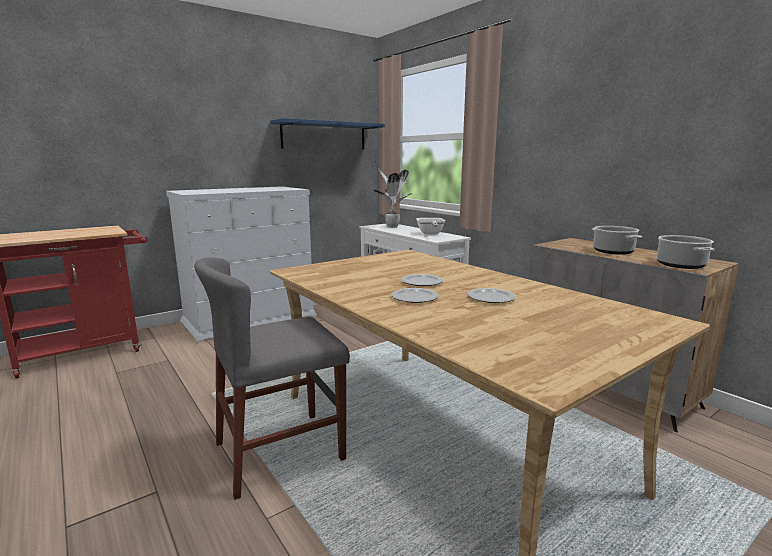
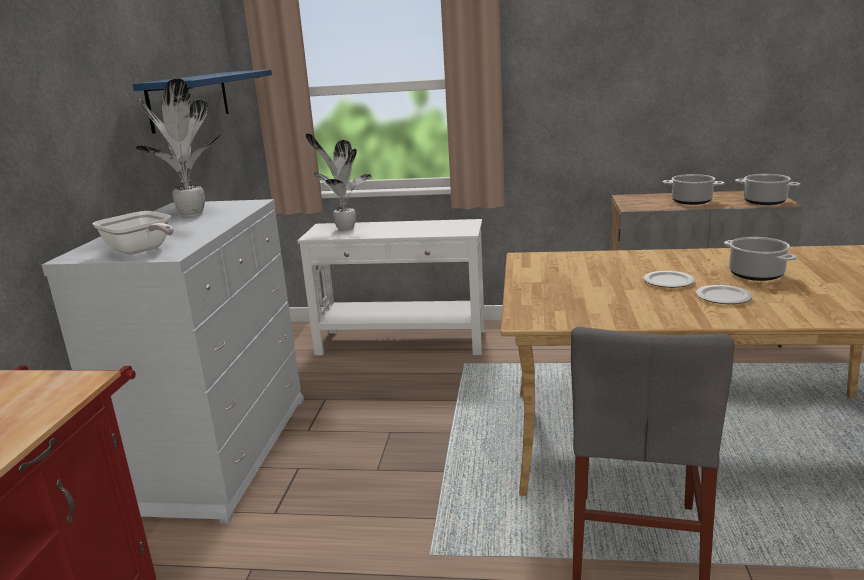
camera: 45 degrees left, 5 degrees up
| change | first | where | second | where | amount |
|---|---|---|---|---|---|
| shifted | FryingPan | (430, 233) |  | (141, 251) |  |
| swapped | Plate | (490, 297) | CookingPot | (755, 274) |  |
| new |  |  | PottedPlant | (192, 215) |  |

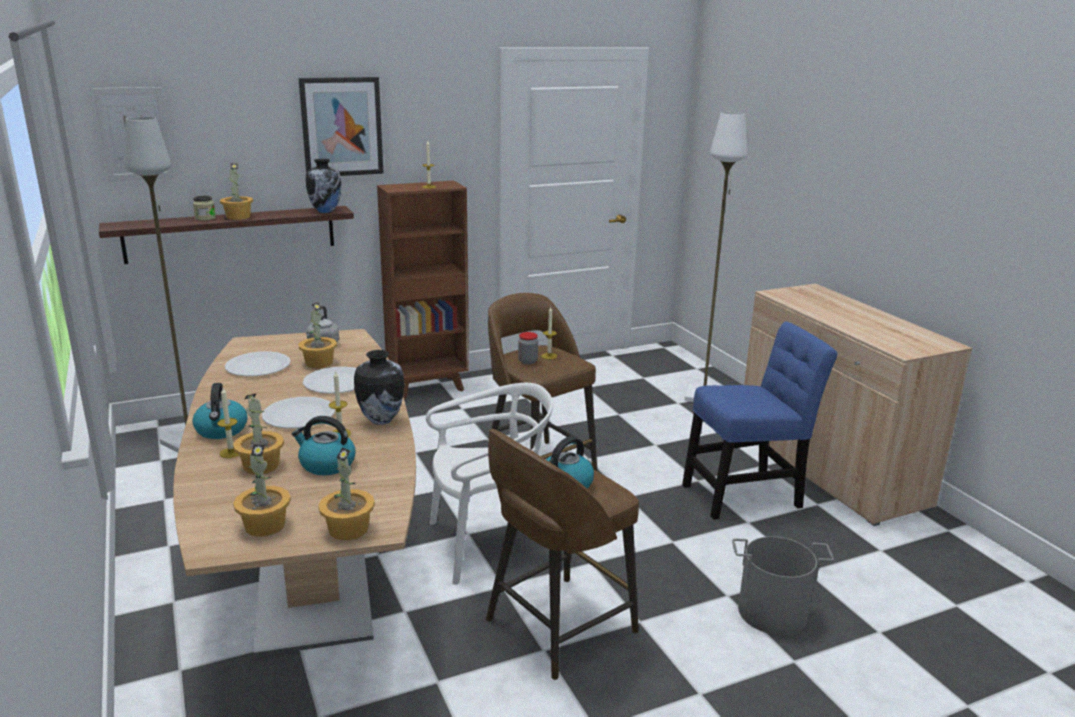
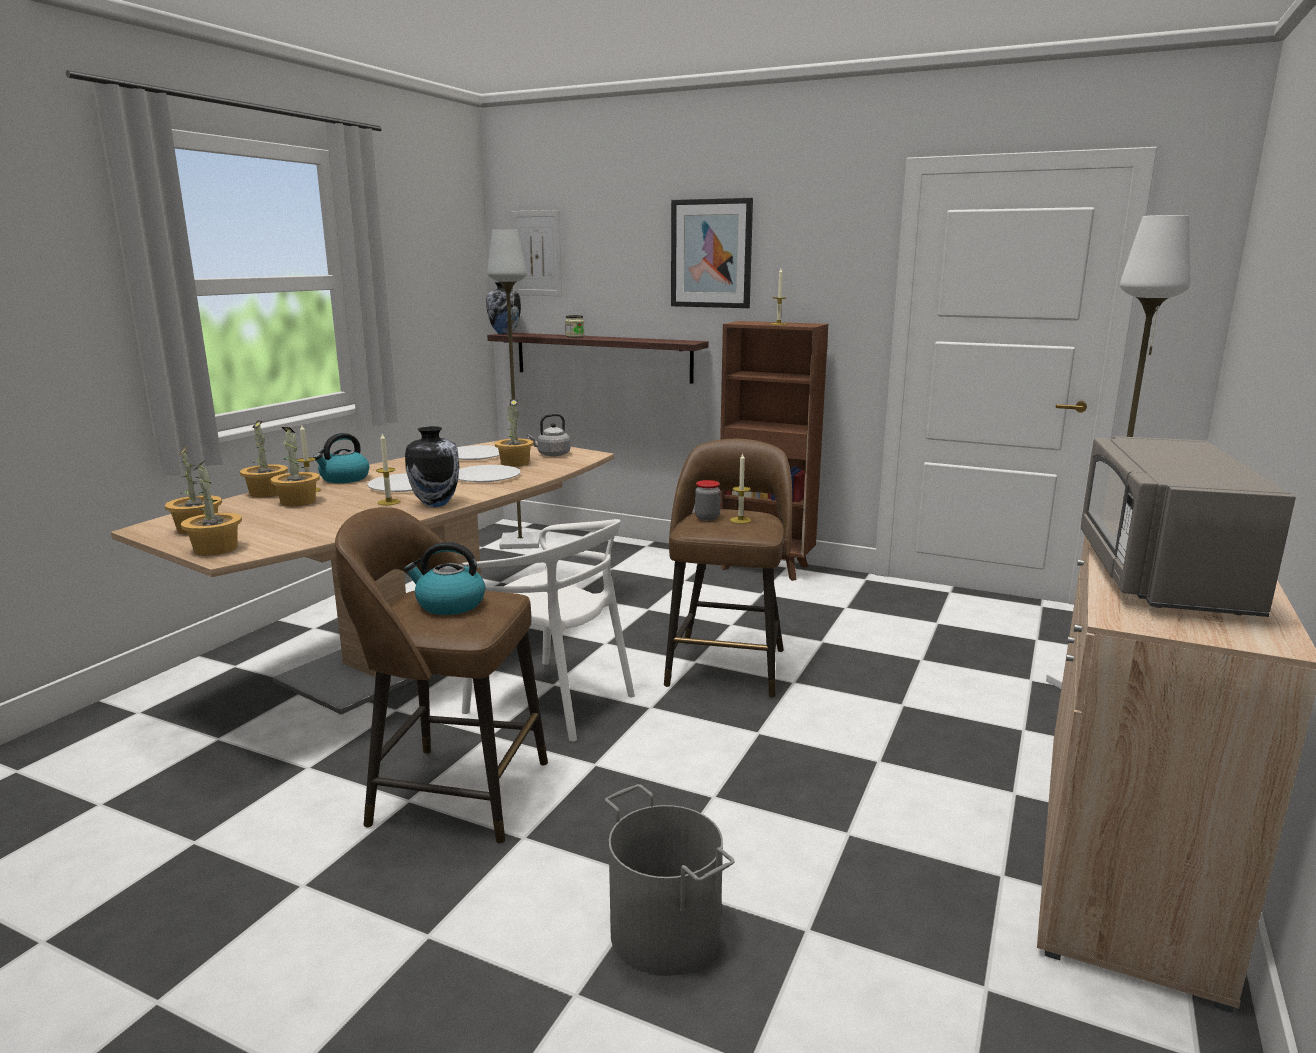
camera: 50 degrees right, 5 degrees down
| change | first | where | second | where | amount |
|---|---|---|---|---|---|
| shifted | Vase | (326, 211) |  | (505, 333) |  |
| shifted | PottedPlant | (238, 217) |  | (267, 493) |  |
| gone | BlueChair | (746, 494) |  |  |  |
| gone | Kettle | (326, 464) |  |  |  |
| new |  |  | GreyMicrowave | (1160, 575) |  |

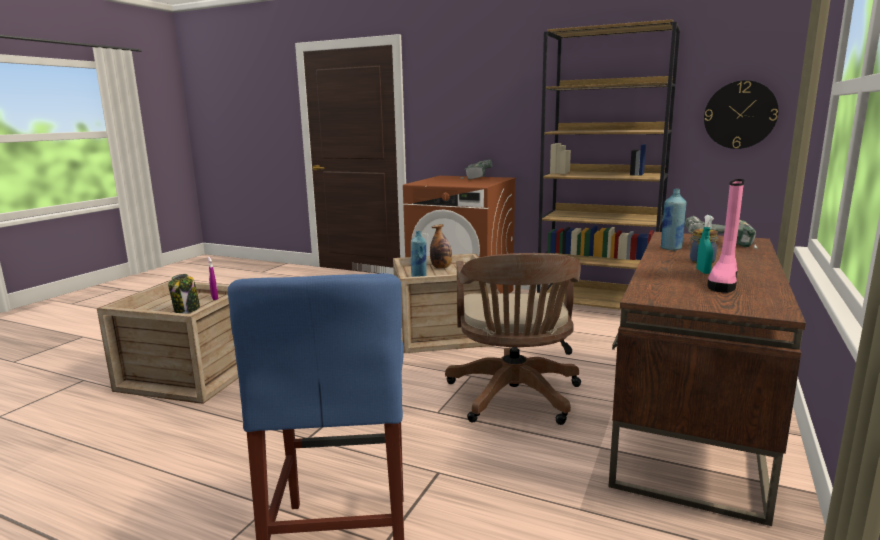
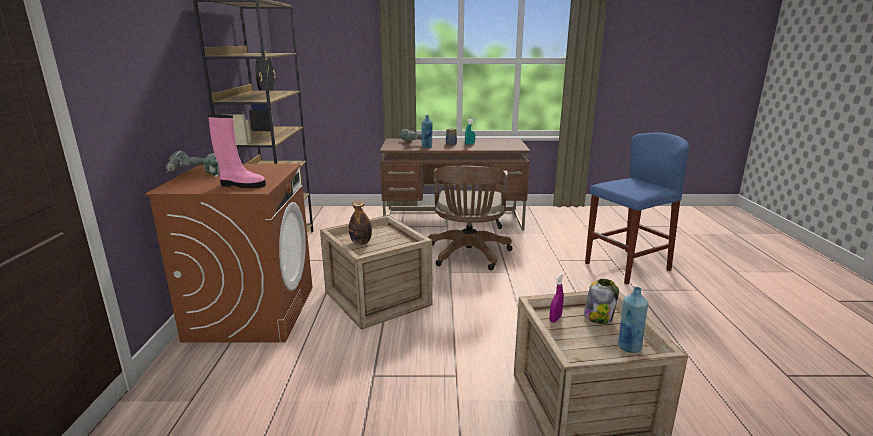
camera: 115 degrees left, 5 degrees up
| change | first | where | second | where | amount |
|---|---|---|---|---|---|
| shifted | PinkBoot | (723, 283) |  | (241, 185) |  |
| shifted | BlueBottle | (419, 276) |  | (629, 347) |  |
| rotated | BrownOfficeChair | (514, 398) |  | (468, 255) | 120 degrees clockwise |

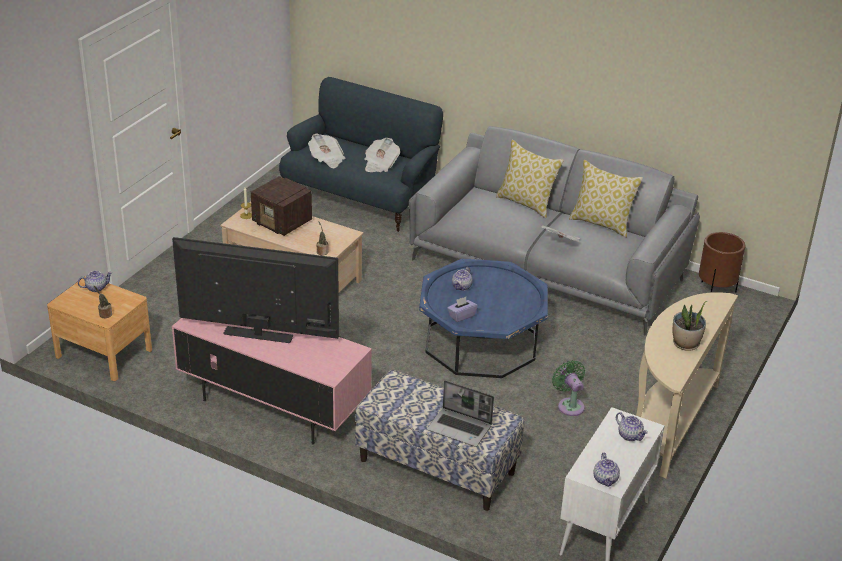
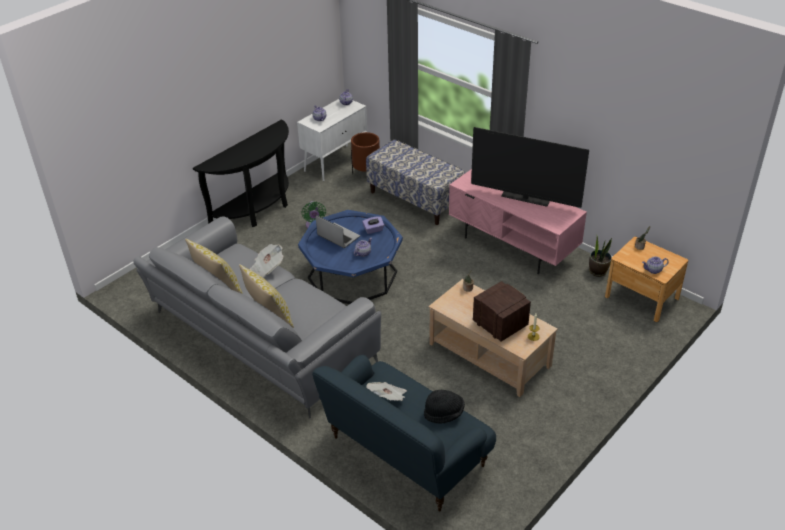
camera: 165 degrees left, 5 degrees up
| change | first | where | second | where | amount |
|---|---|---|---|---|---|
| swapped | Newspaper | (327, 159) | BlackHat | (444, 413) |  |
| shifted | BrownPlanter | (715, 292) |  | (366, 175) |  |
| repainted | BeigeConsoleTable | (670, 422) | BlackConsoleTable | (258, 209) |  |
| shifted | PottedPlant | (685, 344) |  | (598, 271) |  |
| shifted | Laptop | (460, 428) |  | (338, 236) |  |

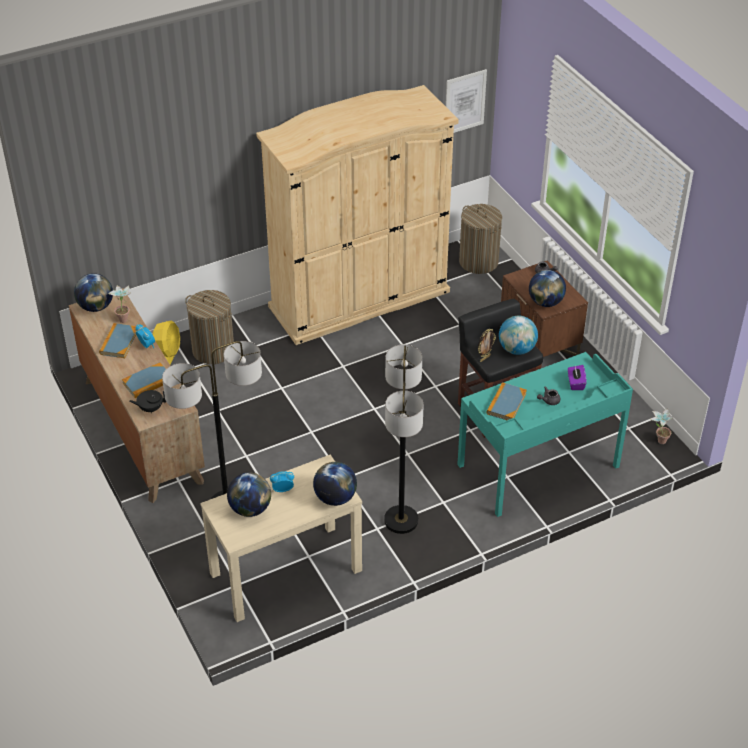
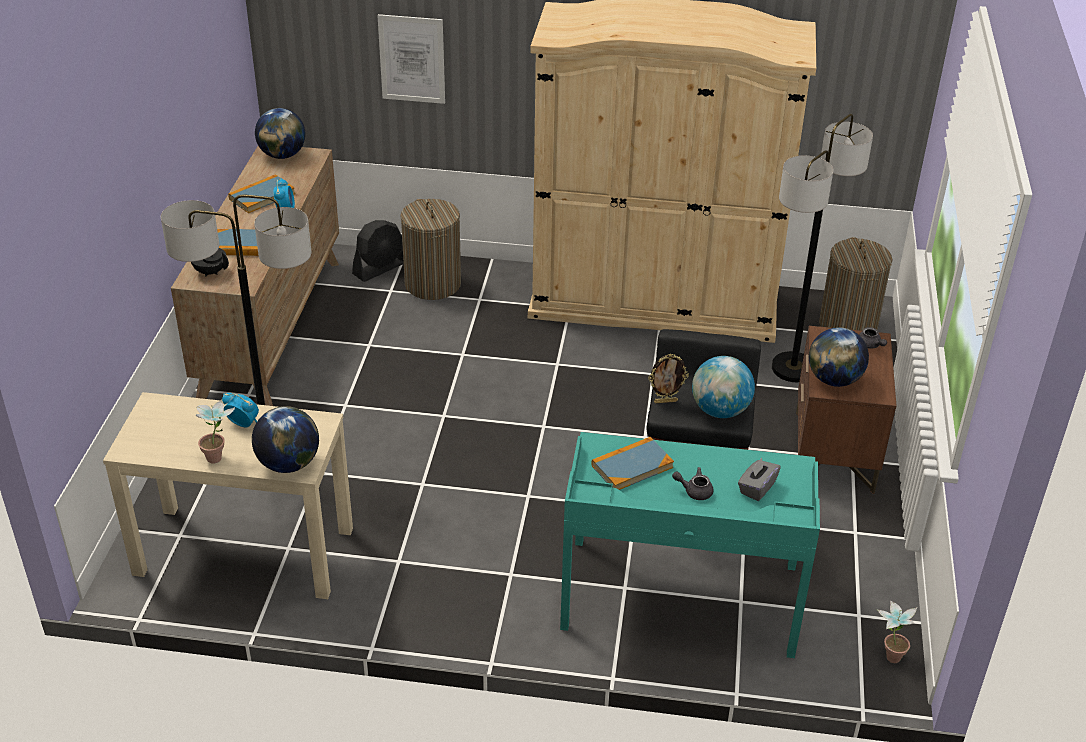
camera: 35 degrees right, 5 degrees down
| change | first | where | second | where | amount |
|---|---|---|---|---|---|
| shifted | Picture | (465, 102) |  | (412, 59) |  |
| shifted | PottedPlant | (124, 318) |  | (219, 456) |  |
| repainted | YellowFan | (167, 356) | BlackFan | (380, 268) |  |
| shifted | FloorLamp | (401, 520) |  | (793, 368) |  |
| repainted | PurpleTissueBox | (575, 383) | GreyTissueBox | (756, 488) |  |
| gone | Globe | (250, 509) |  |  |  |

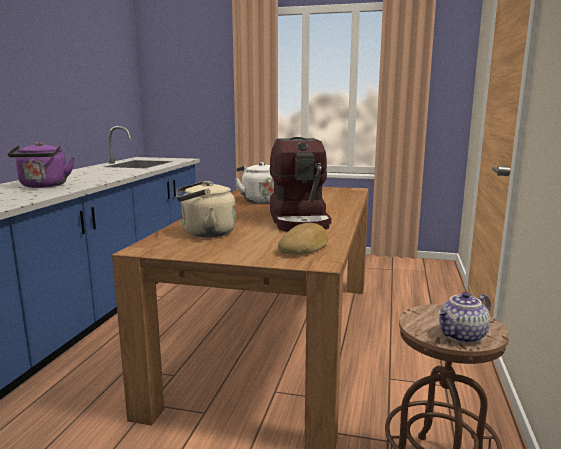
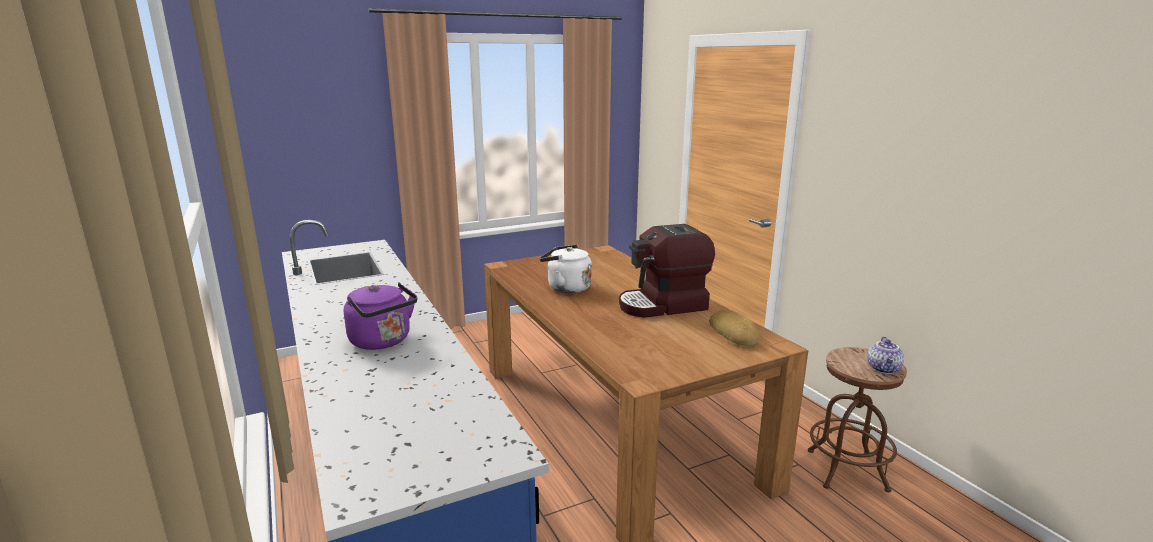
camera: 40 degrees left, 5 degrees up
| change | first | where | second | where | amount |
|---|---|---|---|---|---|
| rotated | CoffeeMachine | (300, 221) |  | (663, 305) | 120 degrees clockwise |
| gone | BeigeKettle | (205, 233) |  |  |  |

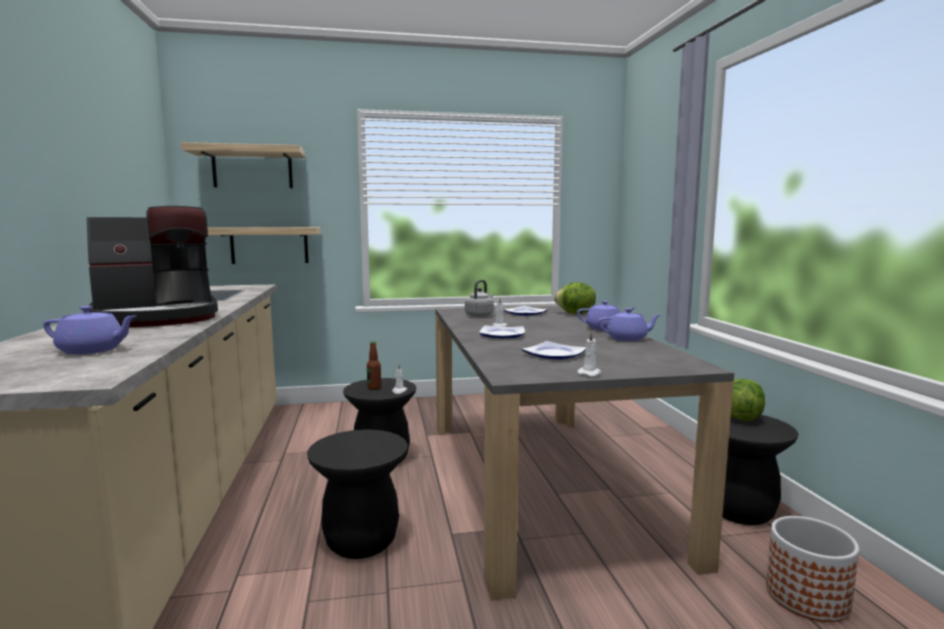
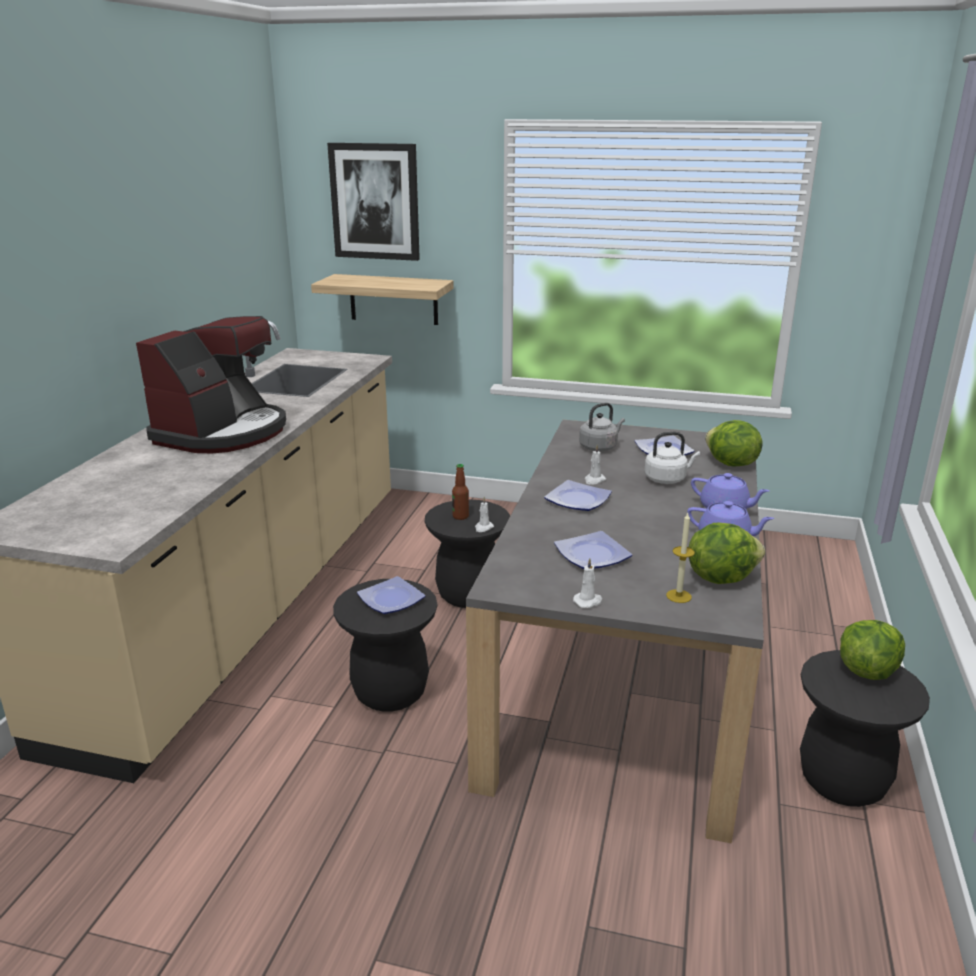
camera: 25 degrees right, 15 degrees up
| change | first | where | second | where | amount |
|---|---|---|---|---|---|
| swapped | Shelf | (252, 168) | Picture | (375, 201) |  |
| rotated | CoffeeMachine | (158, 318) |  | (223, 432) | 60 degrees counterclockwise |
| gone | PurpleTeapot | (93, 350) |  |  |  |
| gone | Planter | (807, 597) |  |  |  |
| new |  |  | WhiteKettle | (667, 479) |  |
| new |  |  | Candle | (678, 596) |  |
| new |  |  | Lettuce | (720, 577) |  |
| new |  |  | Plate | (392, 599) |  |

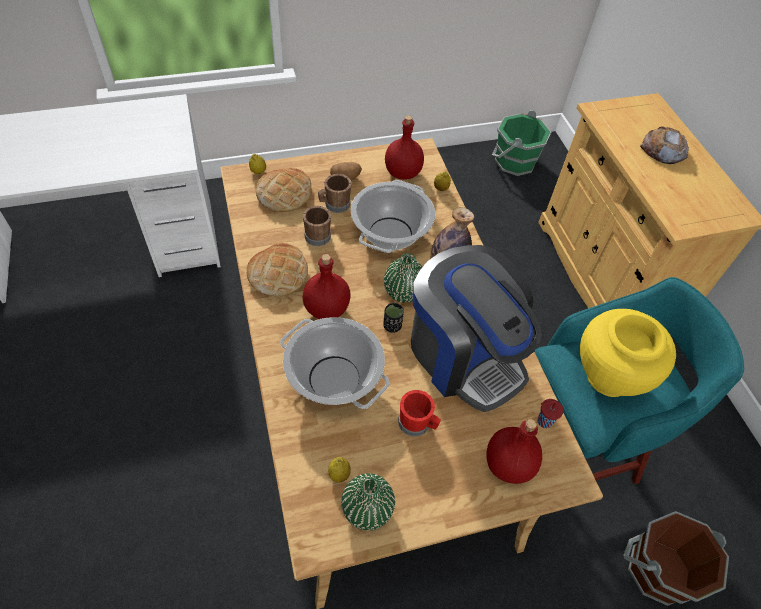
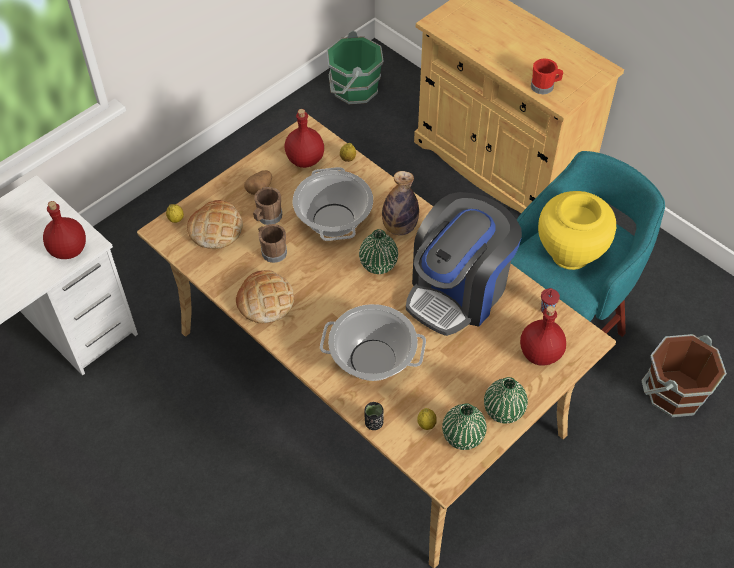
camera: 25 degrees left, 0 degrees up
| change | first | where | second | where | amount |
|---|---|---|---|---|---|
| gone | Bread | (663, 150) |  |  |  |
| rotated | CoffeeMachine | (464, 355) |  | (458, 290) | 105 degrees clockwise |
| shifted | RedBottle | (327, 309) |  | (69, 250) |  |
| shifted | BlackCup | (392, 326) |  | (374, 423) |  |
| shifted | RedMug | (417, 424) |  | (545, 86) |  |
| new |  |  | GreenVase | (503, 411) |  |

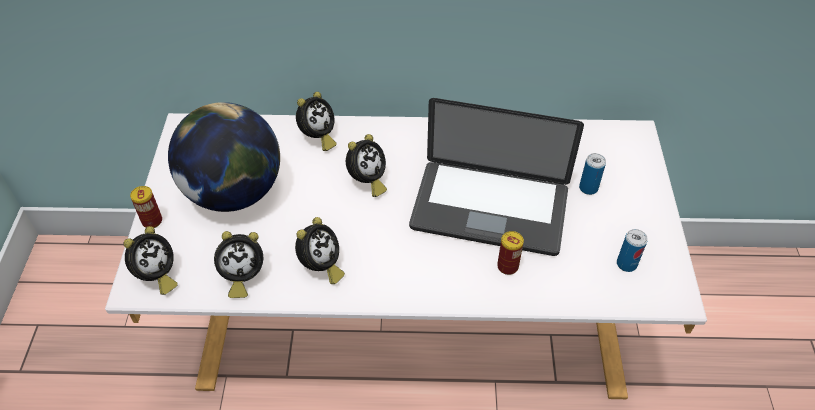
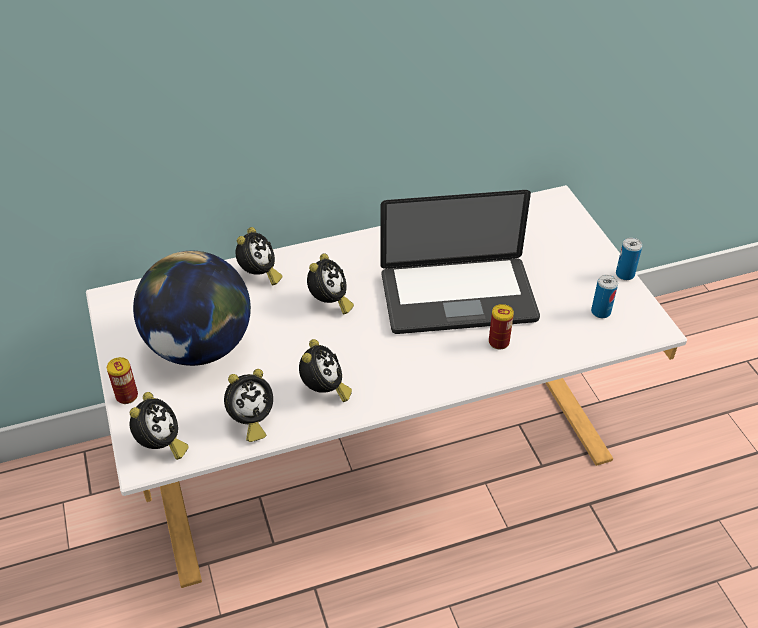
camera: 20 degrees left, 5 degrees down
| change | first | where | second | where | amount |
|---|---|---|---|---|---|
| shifted | Can | (588, 188) |  | (625, 274) |  |

